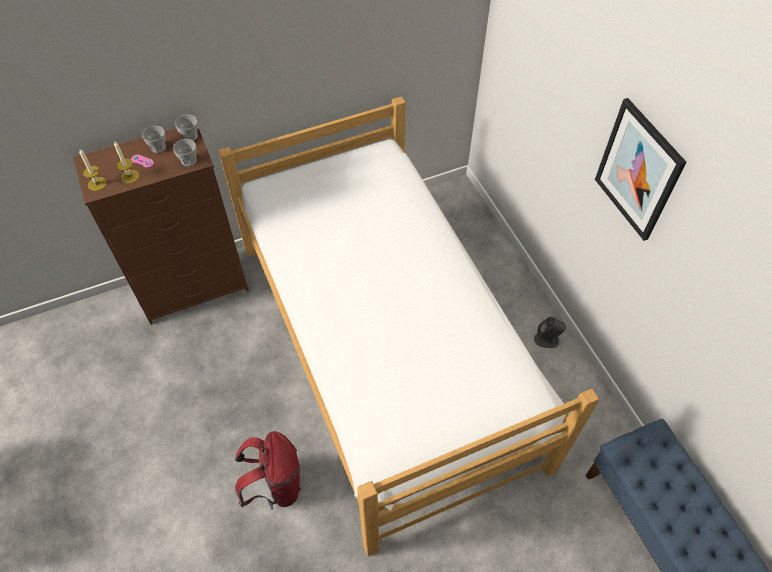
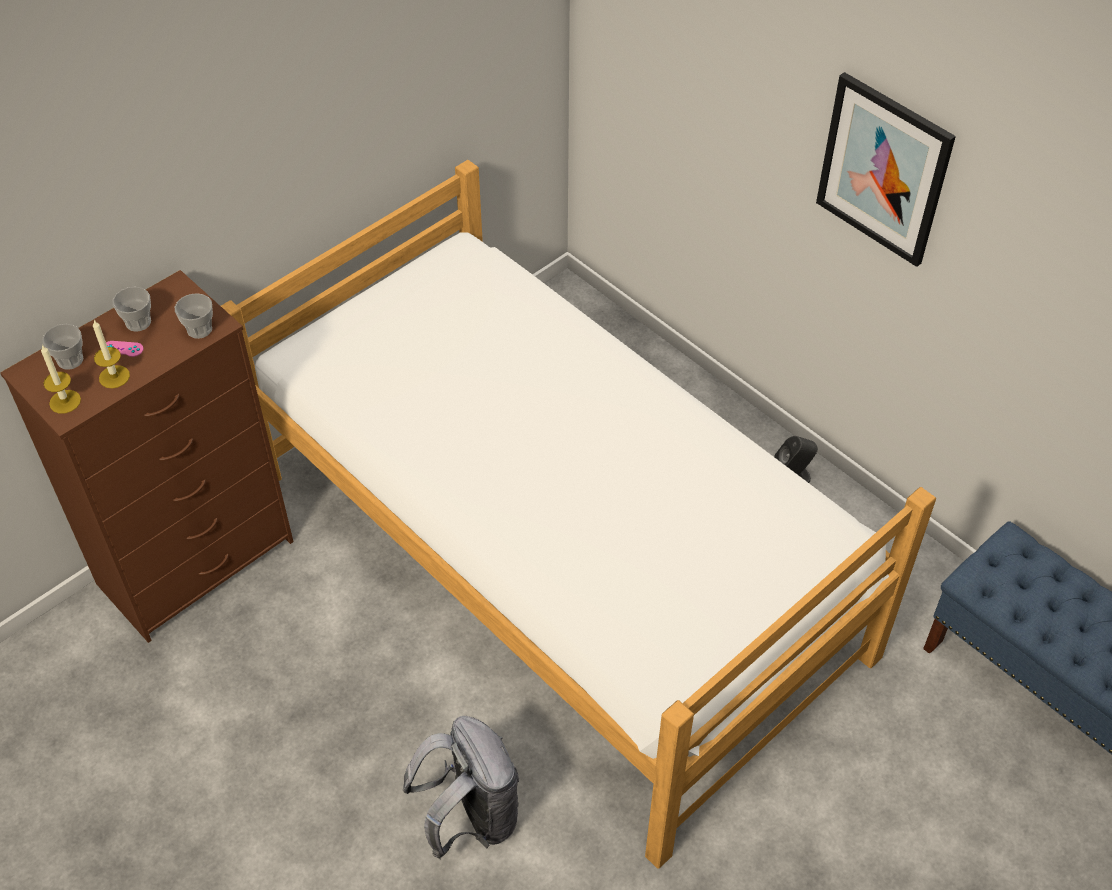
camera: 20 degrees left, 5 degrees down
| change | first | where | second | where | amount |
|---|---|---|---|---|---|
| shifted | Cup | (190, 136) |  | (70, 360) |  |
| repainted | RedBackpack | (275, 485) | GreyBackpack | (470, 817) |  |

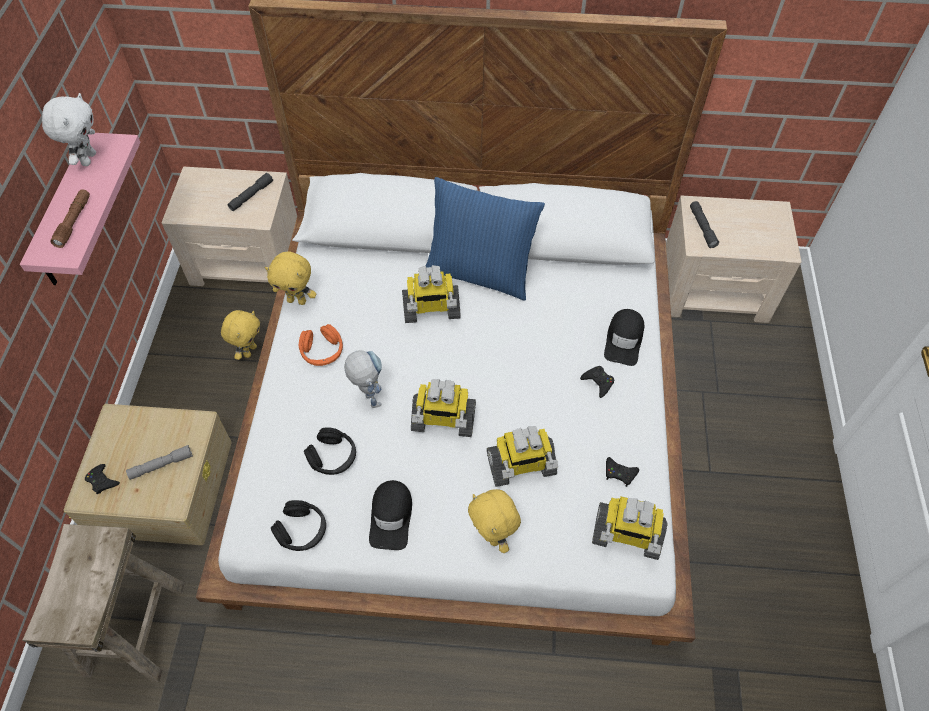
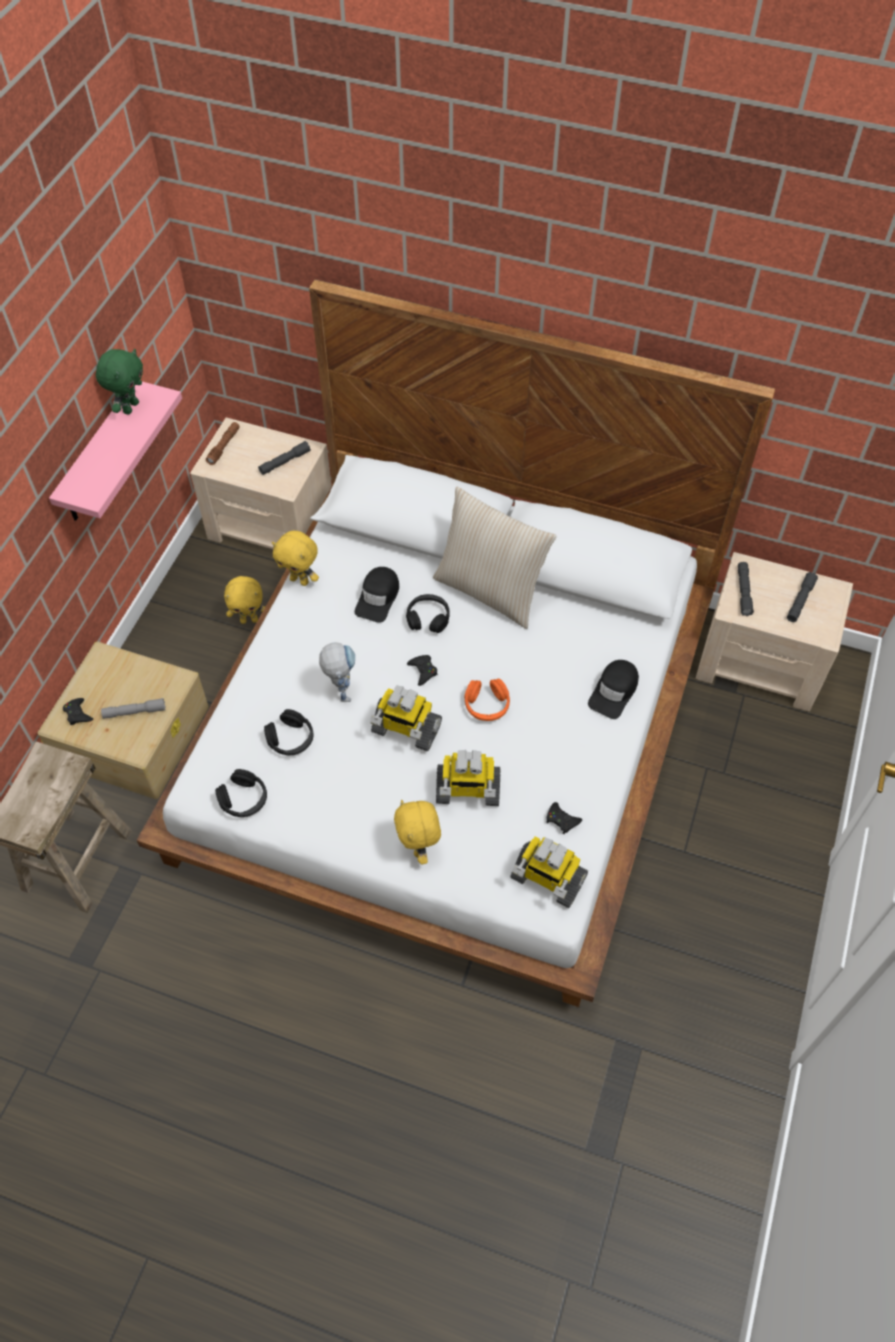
camera: 15 degrees right, 0 degrees up
| change | first | where | second | where | amount |
|---|---|---|---|---|---|
| repainted | WhitePlushToy | (88, 159) | GreenPlushToy | (130, 407) |  |
| repainted | BluePillow | (480, 273) | BeigePillow | (490, 590) |  |
| shifted | BrownFlashlight | (74, 222) |  | (224, 446) |  |
| swapped | ToyRobot | (431, 310) | BlackHeadphones | (428, 618) |  |
| rotated | YellowPlushToy | (249, 350) |  | (249, 619) | 45 degrees clockwise |
| shifted | OrangeHeadphones | (322, 351) |  | (487, 705) |  |
| shifted | BlackGameController | (598, 382) |  | (423, 671) |  |
| shifted | BlackCap | (391, 517) |  | (378, 598) |  |
| new |  |  | GreyFlashlight | (800, 600) |  |

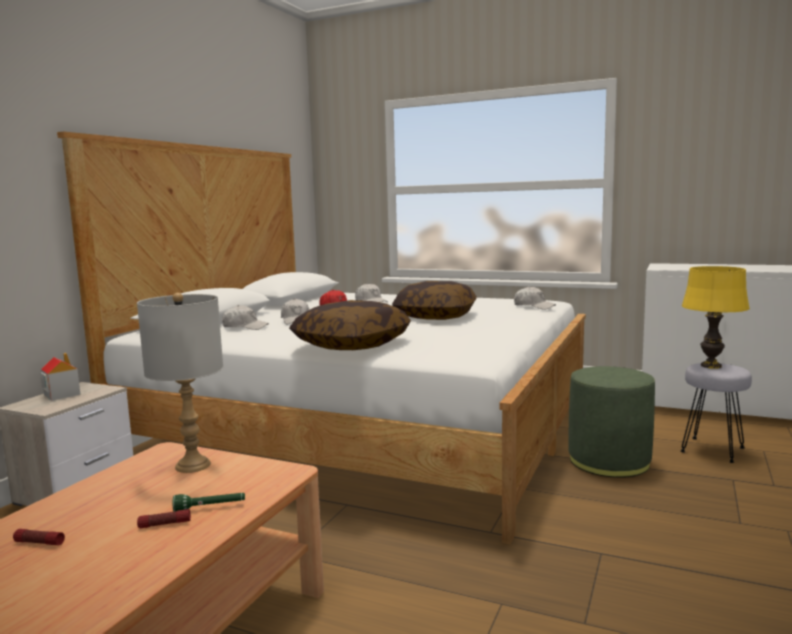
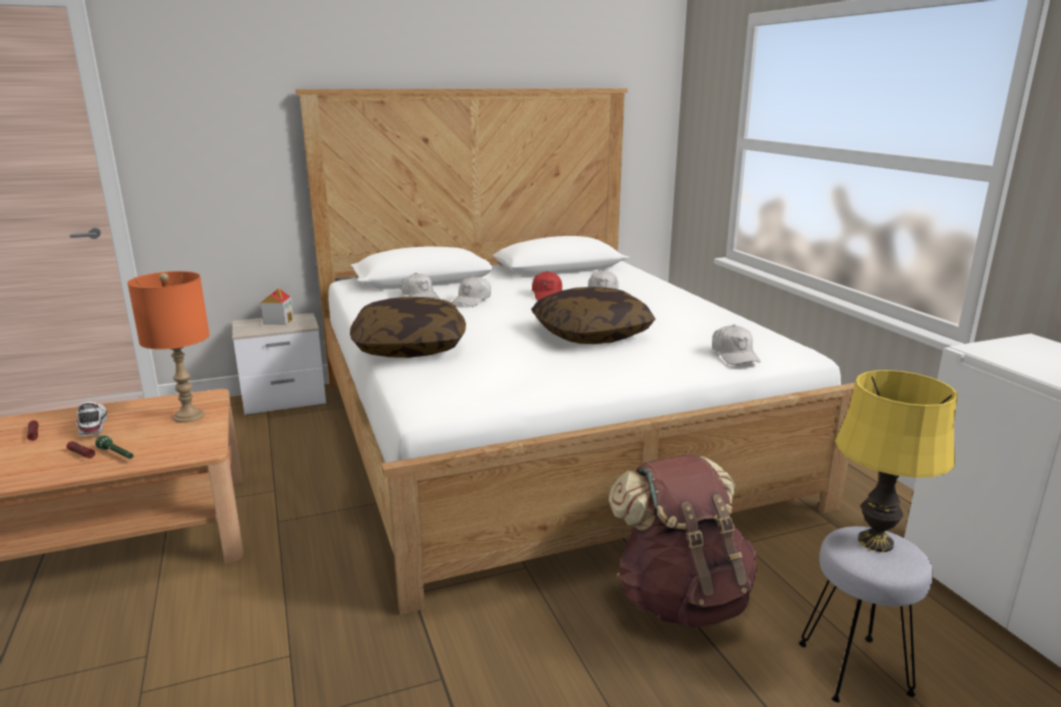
camera: 45 degrees right, 10 degrees up
| change | first | where | second | where | amount |
|---|---|---|---|---|---|
| repainted | GreyTableLamp | (192, 466) | OrangeTableLamp | (188, 416) |  |
| swapped | GreenOttoman | (609, 461) | BrownBackpack | (681, 598) |  |
| new |  |  | WhiteShoe | (91, 426) |  |

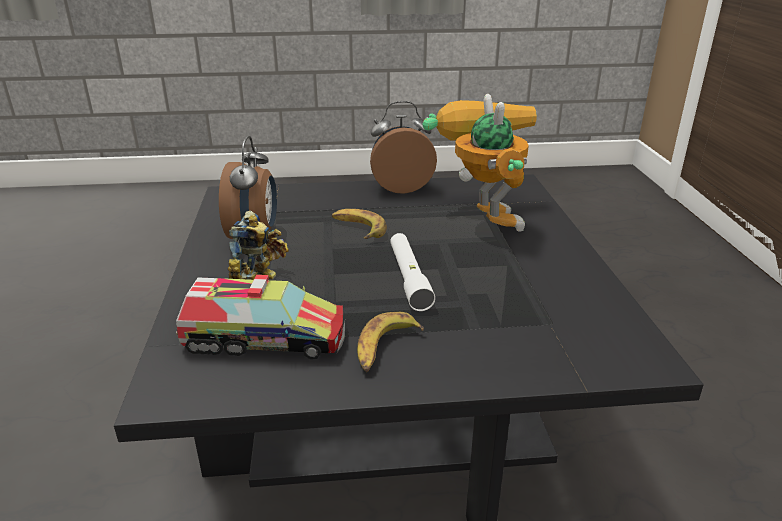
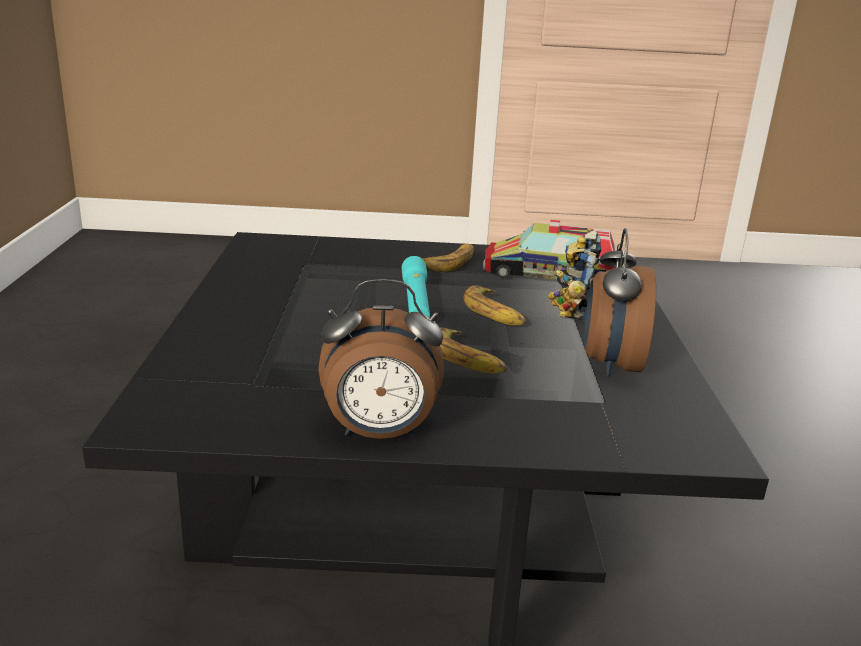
camera: 175 degrees left, 5 degrees down
| change | first | where | second | where | amount |
|---|---|---|---|---|---|
| gone | ToyRobot | (481, 215) |  |  |  |
| repainted | WhiteFlashlight | (409, 278) | TurquoiseFlashlight | (416, 302) |  |
| new |  |  | Banana | (494, 313) |  |

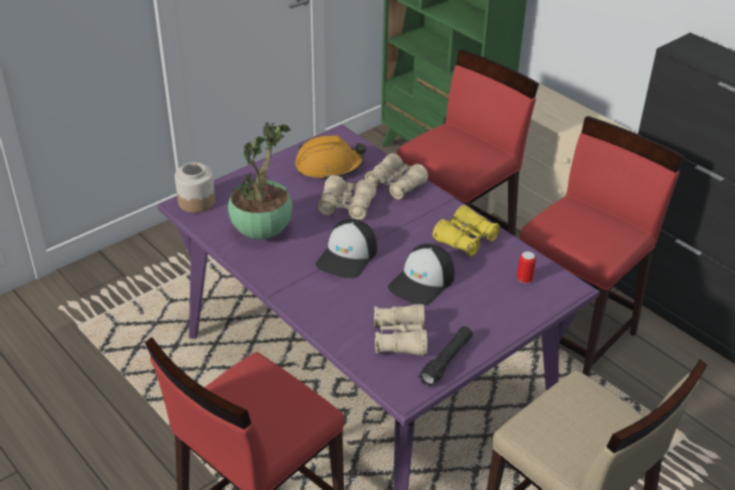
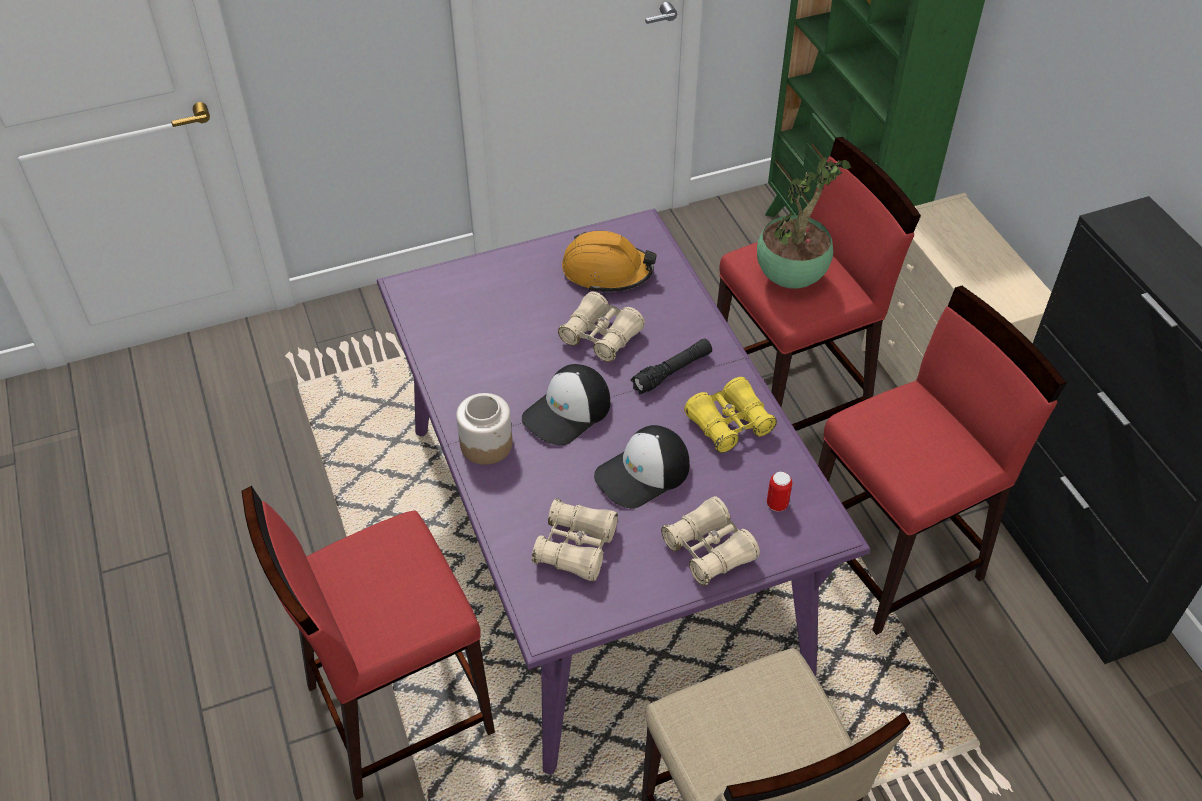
camera: 20 degrees right, 10 degrees up
| change | first | where | second | where | amount |
|---|---|---|---|---|---|
| shifted | PottedPlant | (262, 231) |  | (791, 277) |  |
| shifted | BeigeBinoculars | (395, 185) |  | (709, 550) |  |
| shifted | Jar | (197, 201) |  | (486, 444) |  |
| shifted | BlackFlashlight | (446, 361) |  | (672, 372) |  |

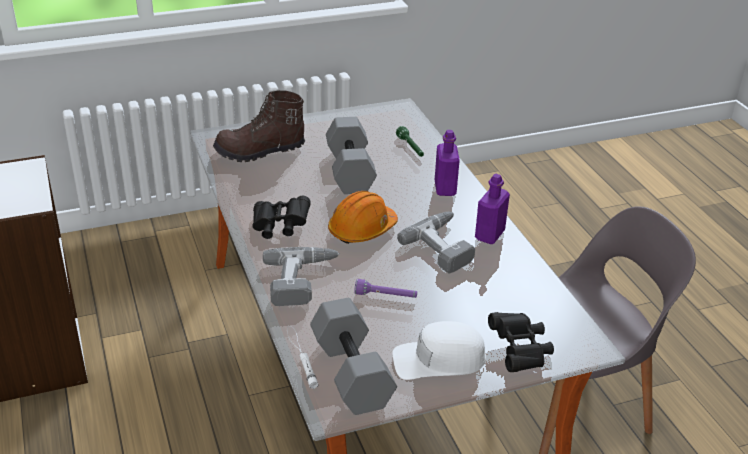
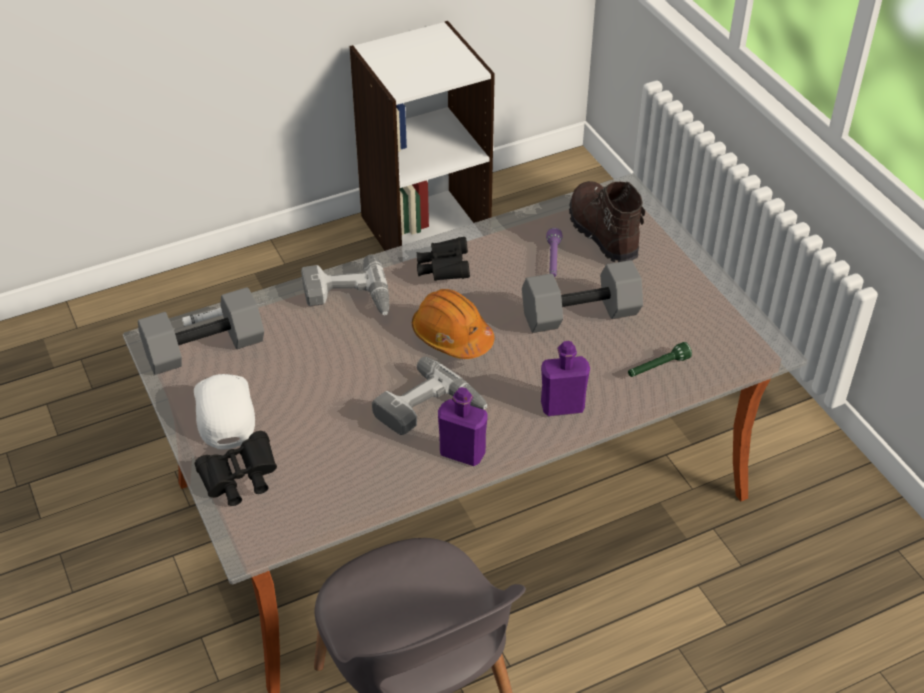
camera: 85 degrees right, 10 degrees up
| change | first | where | second | where | amount |
|---|---|---|---|---|---|
| shifted | PurpleFlashlight | (386, 296) |  | (553, 260) |  |

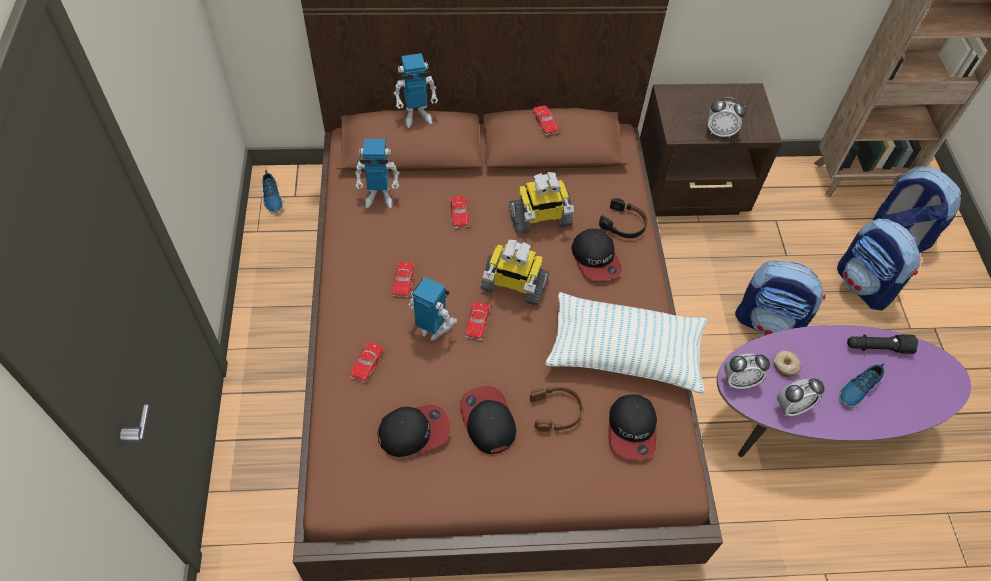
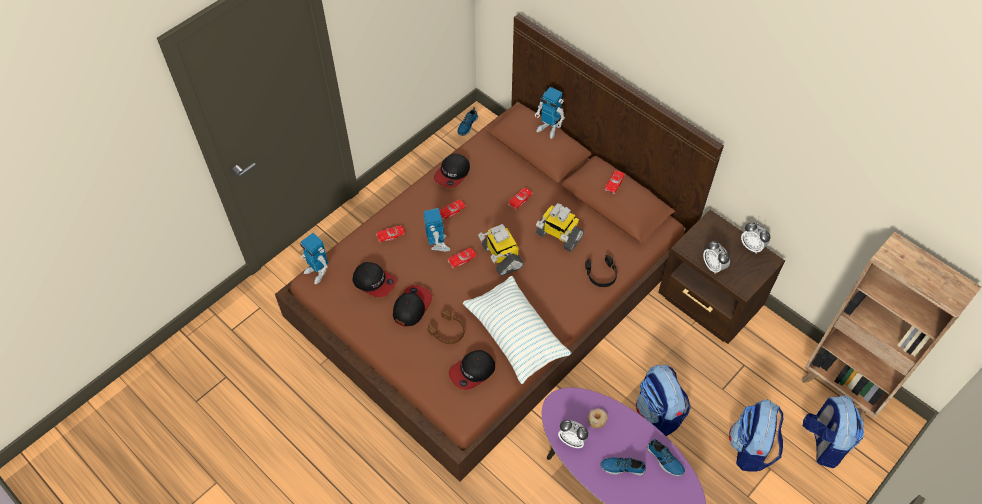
camera: 50 degrees right, 0 degrees up
| change | first | where | second | where | amount |
|---|---|---|---|---|---|
| shifted | ToyRobot | (379, 197) |  | (317, 272) |  |
| shifted | Cap | (595, 259) |  | (452, 173) |  |
| swapped | BlackFlashlight | (877, 348) | Shoe | (664, 460) |  |
| shifted | AlarmClock | (739, 381) |  | (752, 246) |  |

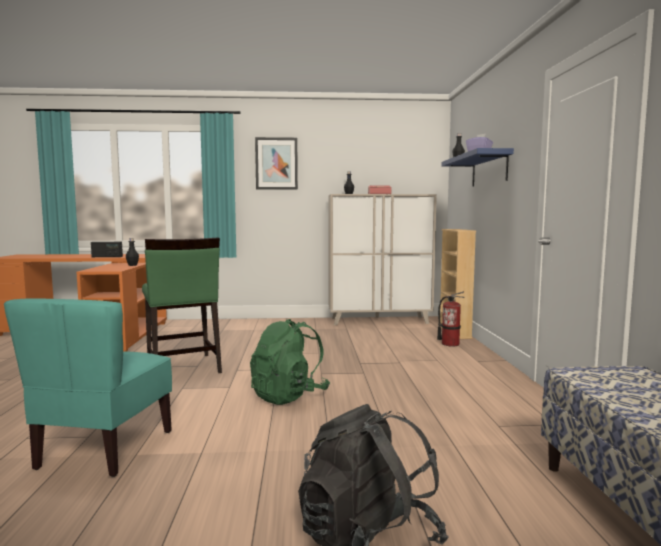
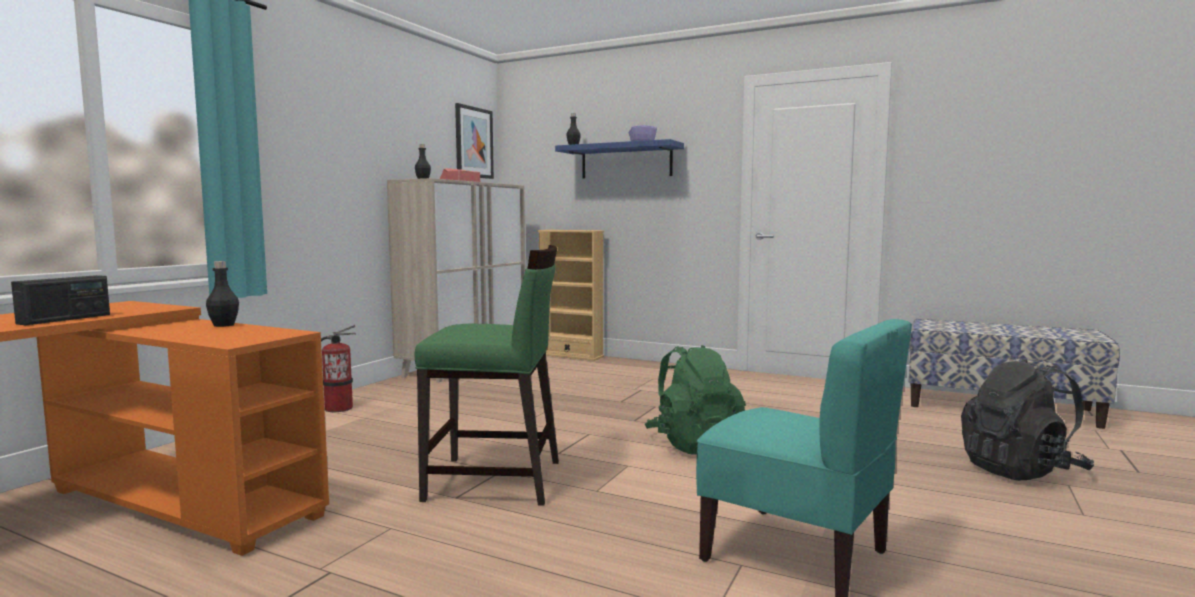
camera: 60 degrees left, 0 degrees up
| change | first | where | second | where | amount |
|---|---|---|---|---|---|
| shifted | Picture | (276, 163) |  | (473, 142) |  |
| shifted | FireExtinguisher | (450, 344) |  | (338, 408) |  |

